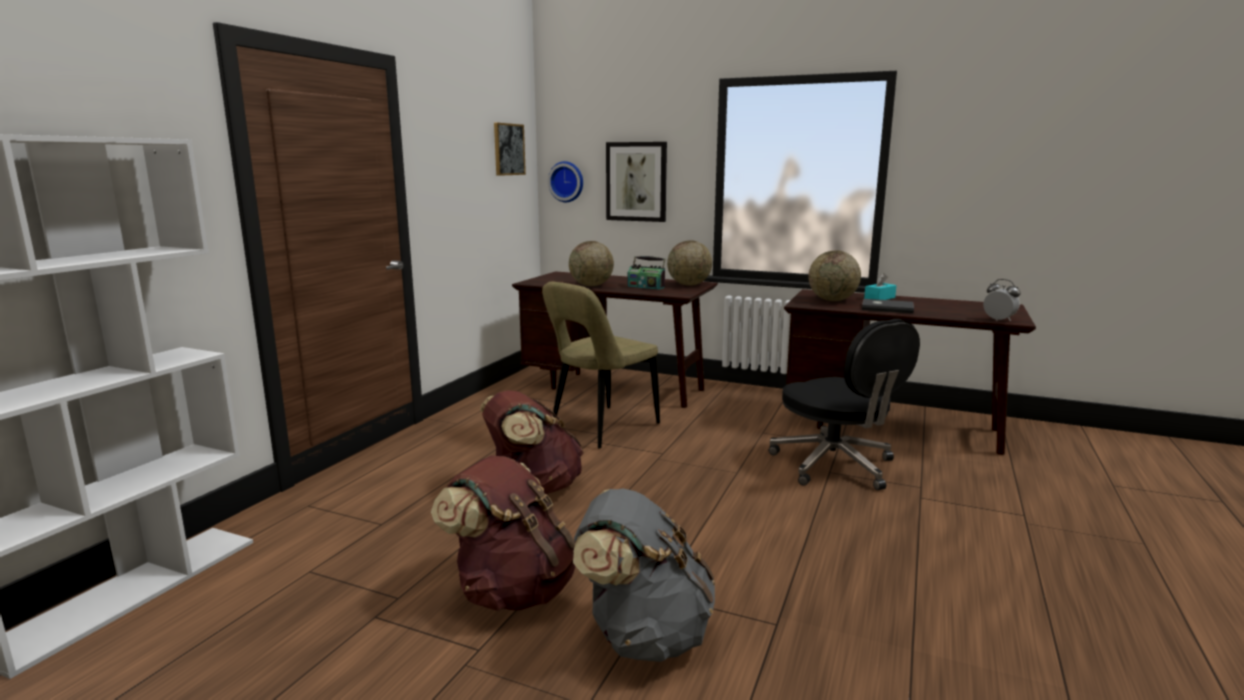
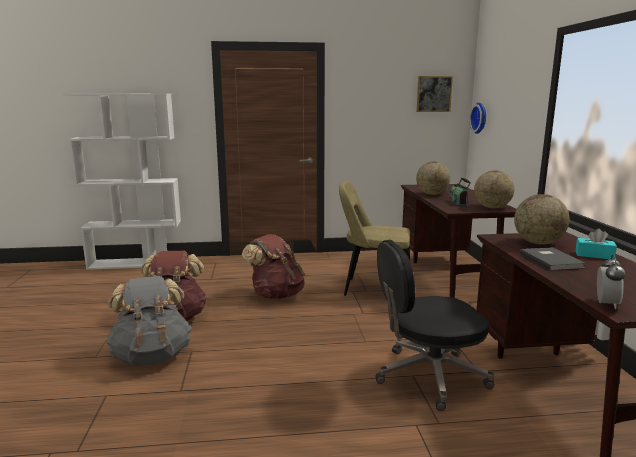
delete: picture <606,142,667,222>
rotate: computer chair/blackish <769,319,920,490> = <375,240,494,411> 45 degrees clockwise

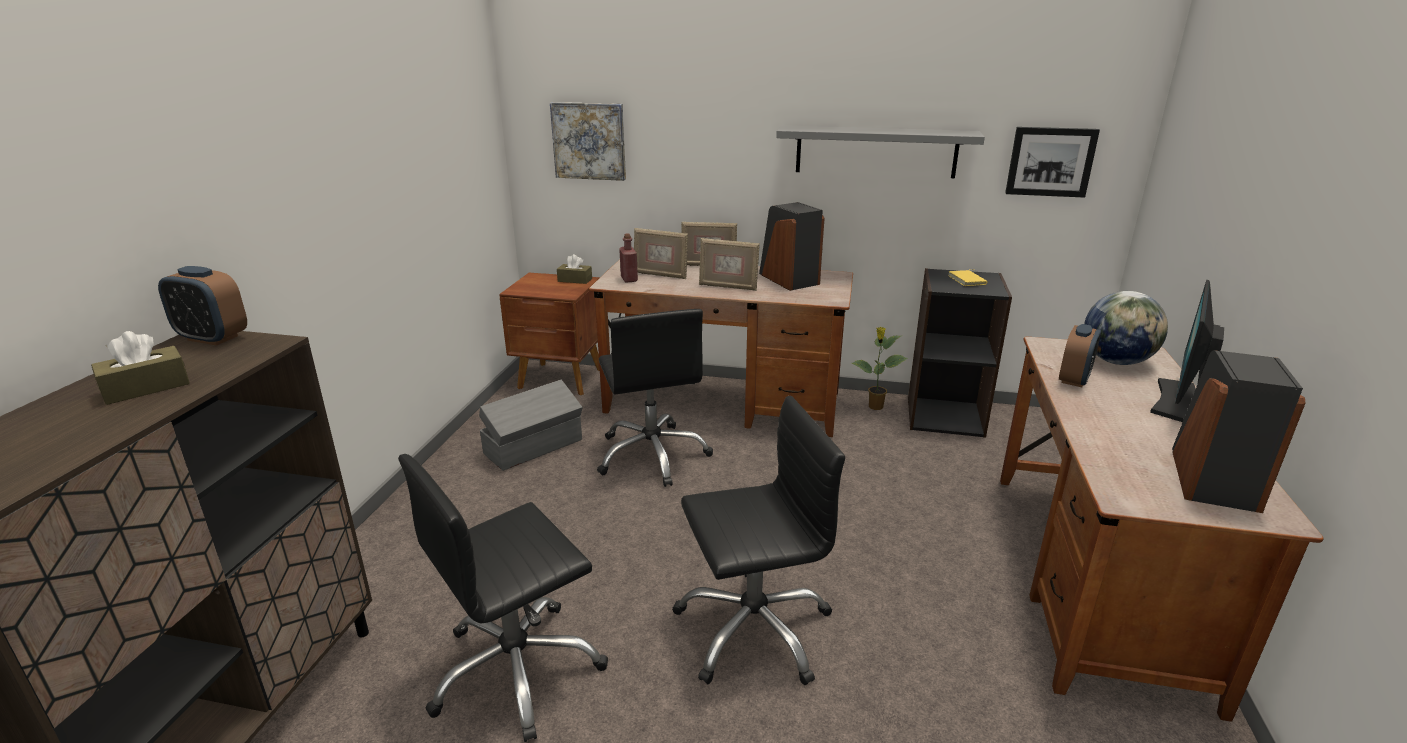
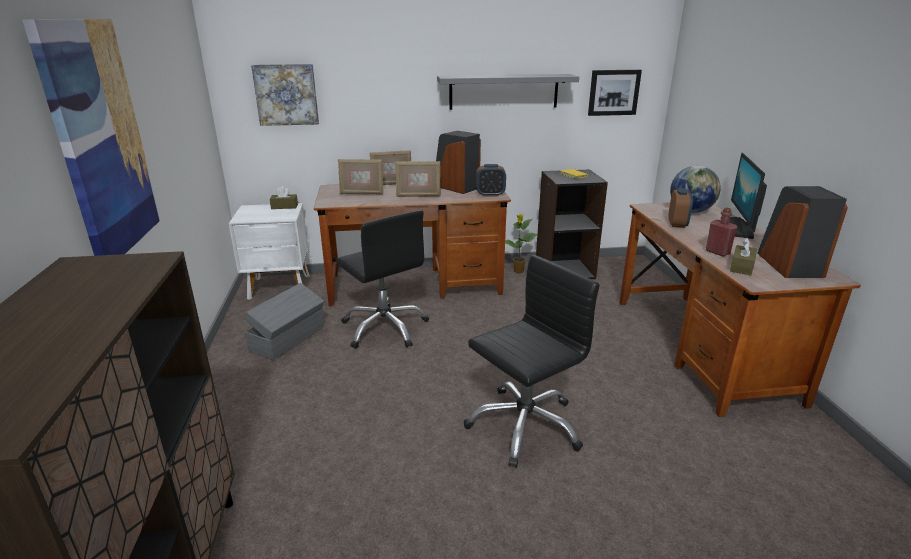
delete: computer chair/blackish <398,454,608,742>
insert: picture <22,19,160,256>
move: tissue box/brownish <91,331,190,405> to <730,238,757,275>; table clock <158,266,247,346> to <476,164,506,196>; beverage bottle/reddish <619,233,638,283> to <706,208,737,256>
recolor: night table/brownish <499,273,600,395> to night table/white-coloured <229,203,310,300>

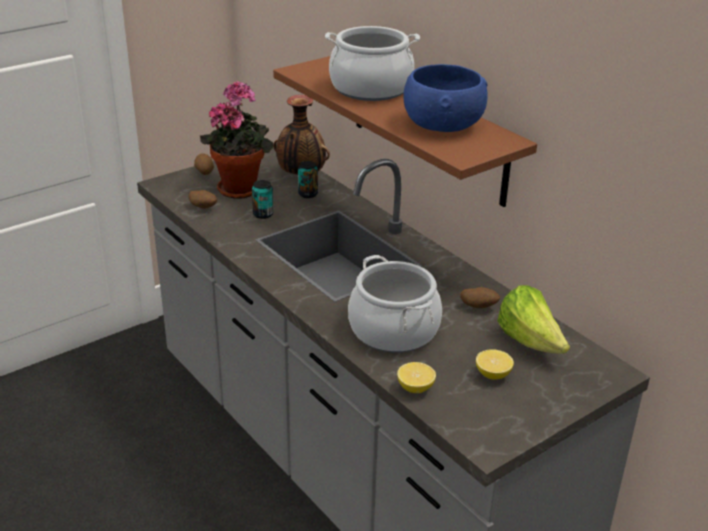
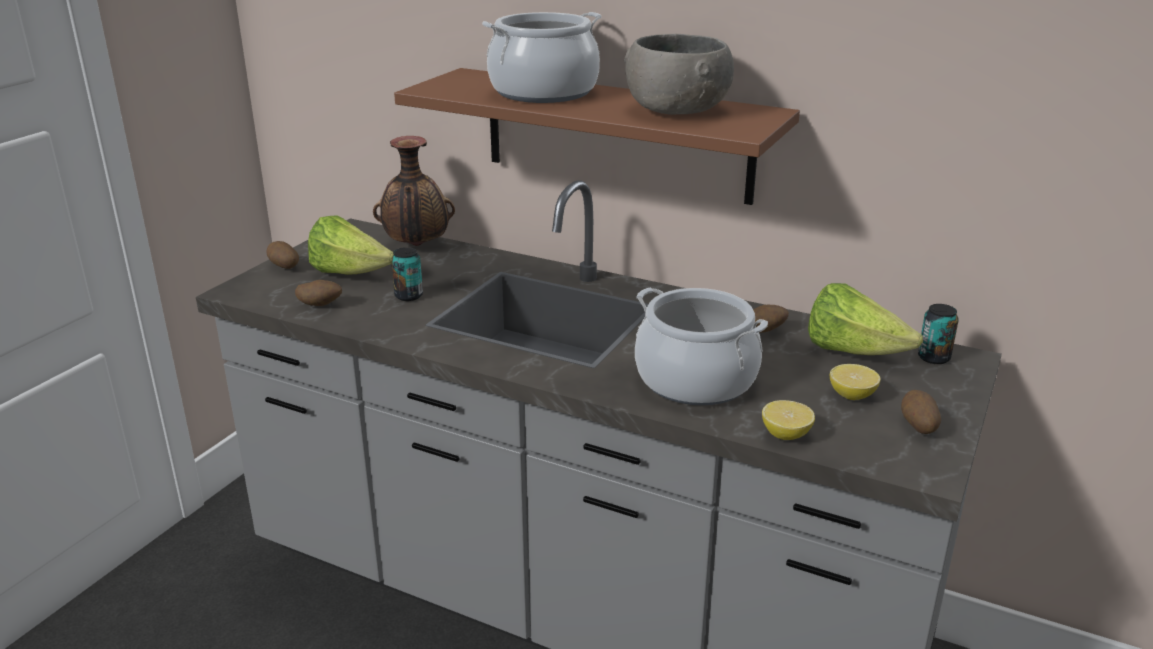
insert: spud <901,390,941,434>
move: can <298,161,318,198> to <918,304,959,364>
replace: houseplant <200,81,273,199> to lettuce <308,215,394,275>
recolor: serving bowl/bluish <403,64,488,132> to serving bowl/gray <624,34,734,115>

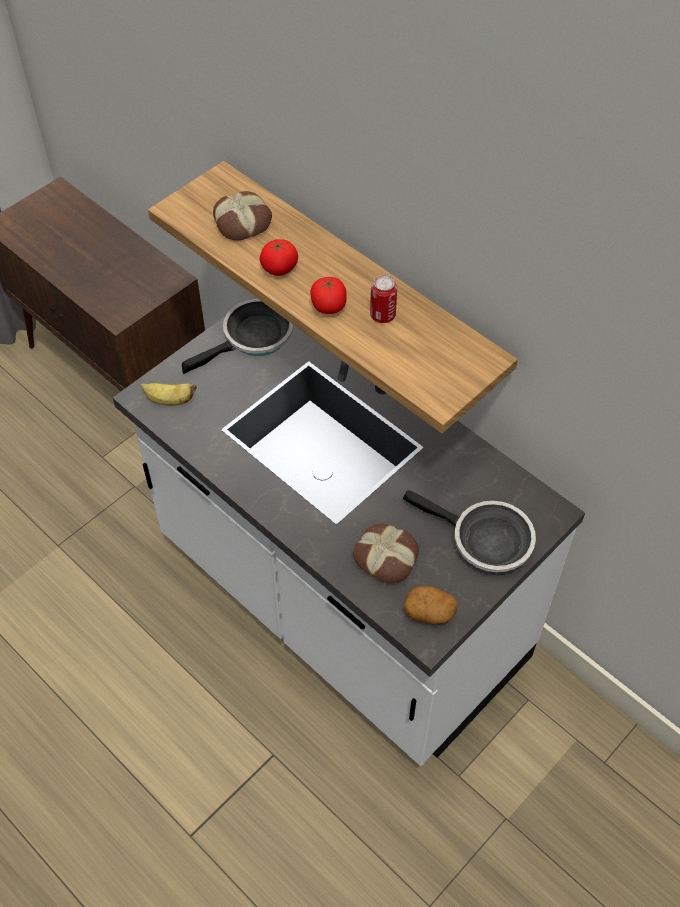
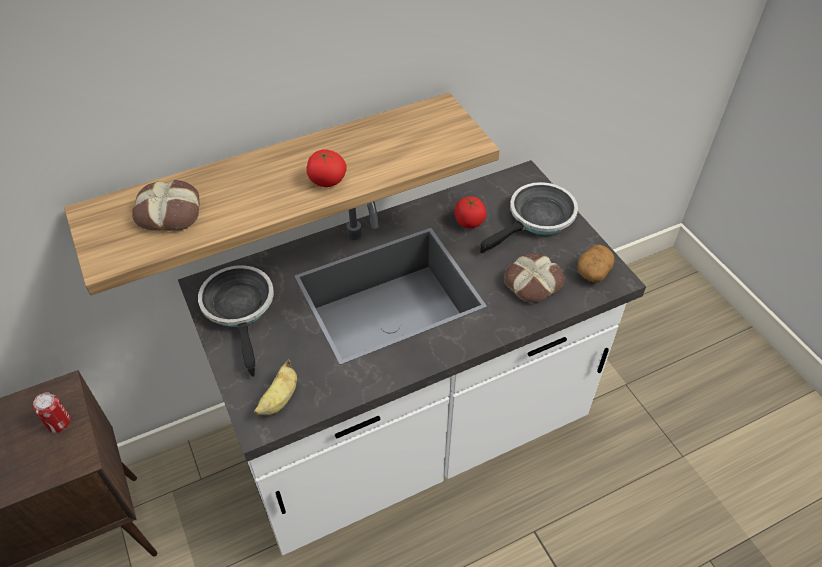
move: tomato <259,239,298,276> to <454,197,487,228>; can <370,275,397,323> to <33,393,71,433>

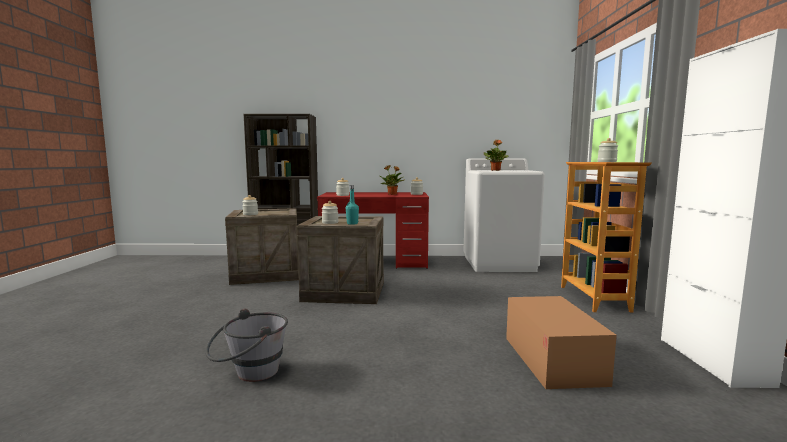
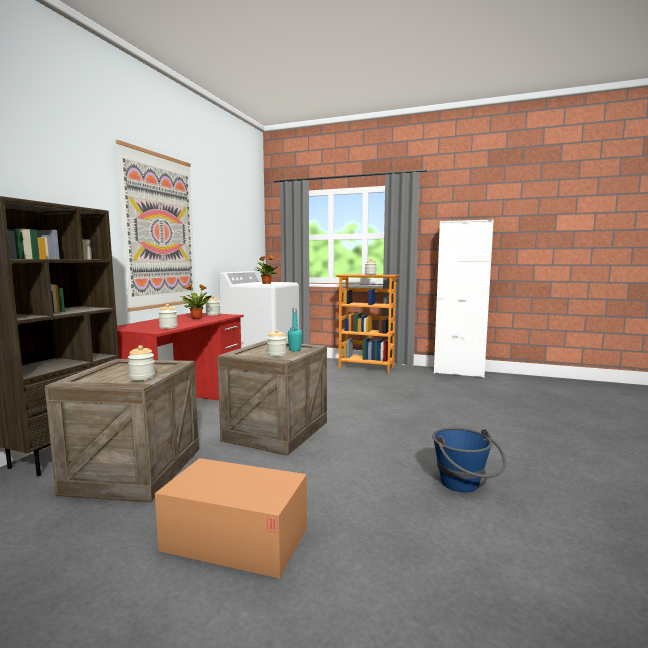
insert: picture <116,140,196,312>
move: cardboard box <506,296,617,389> to <155,458,307,579>
recolor: pail/gray <205,308,288,382> to pail/bluish <432,427,506,493>

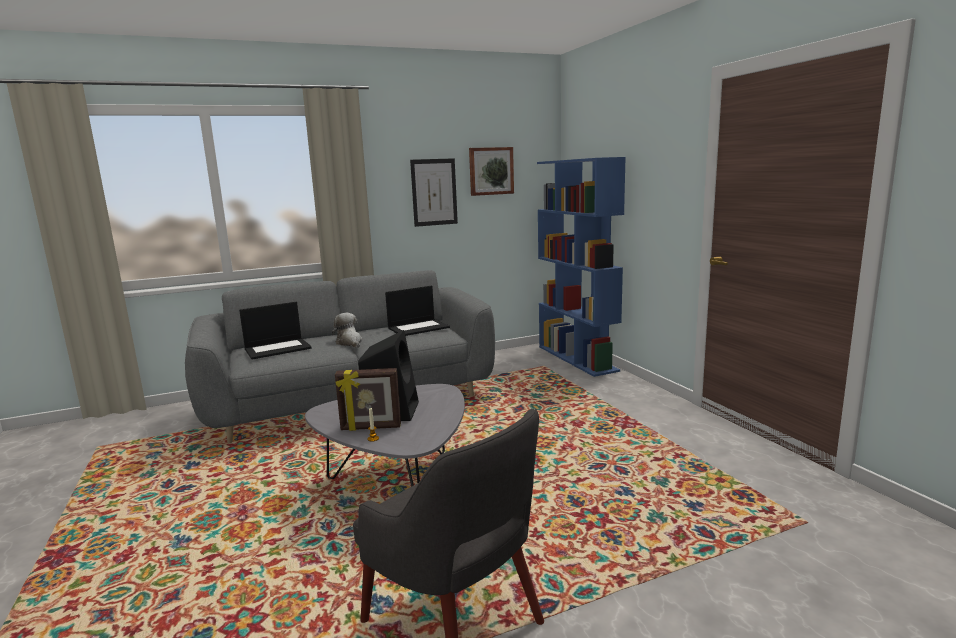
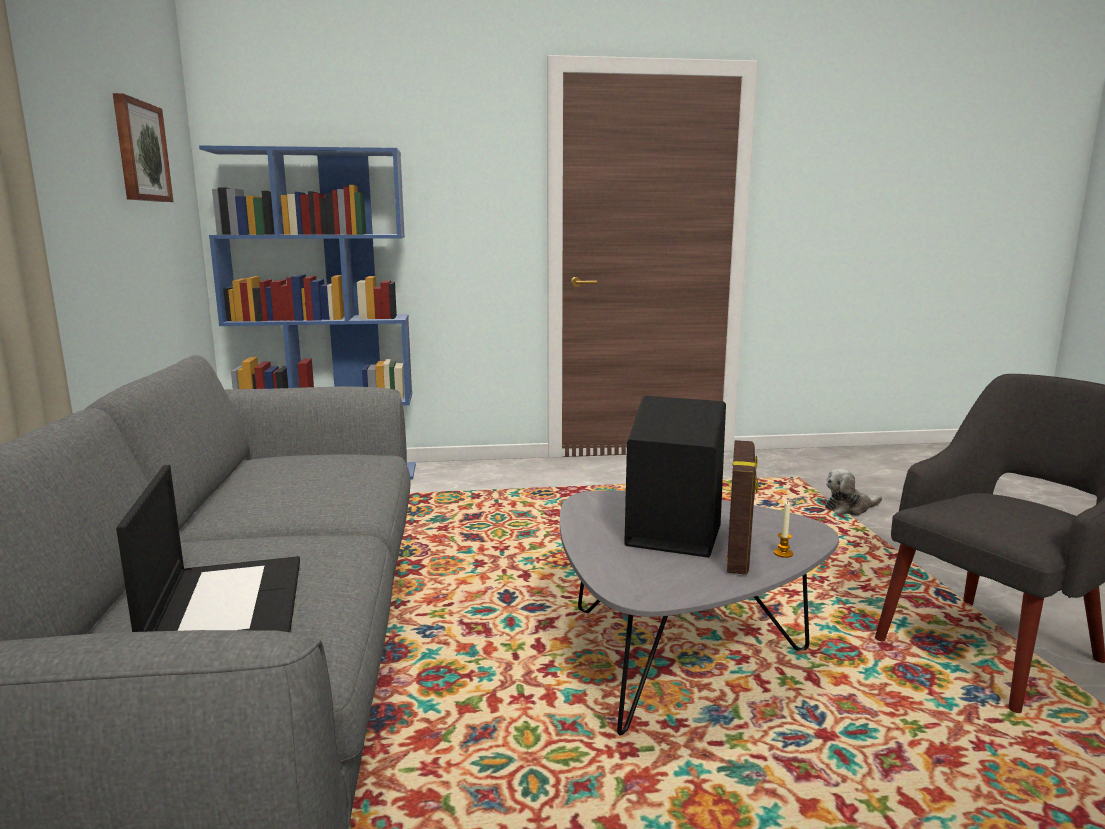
delete: laptop <385,286,450,336>; picture <410,158,458,227>
move: cuddly toy <332,313,363,348> to <825,468,882,516>

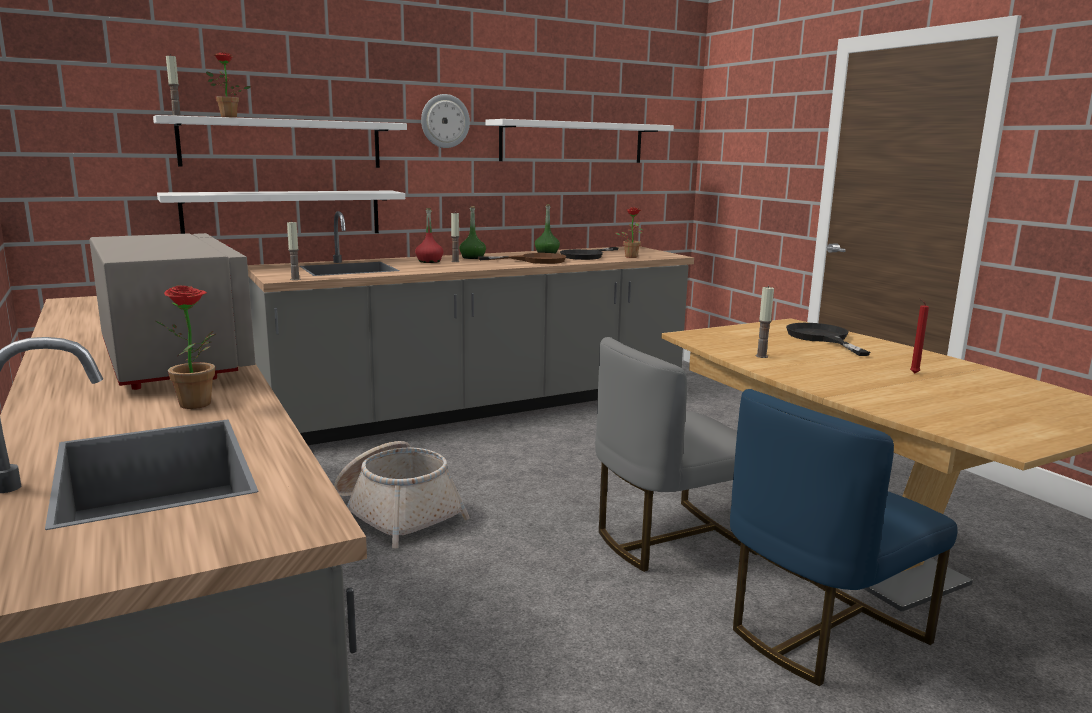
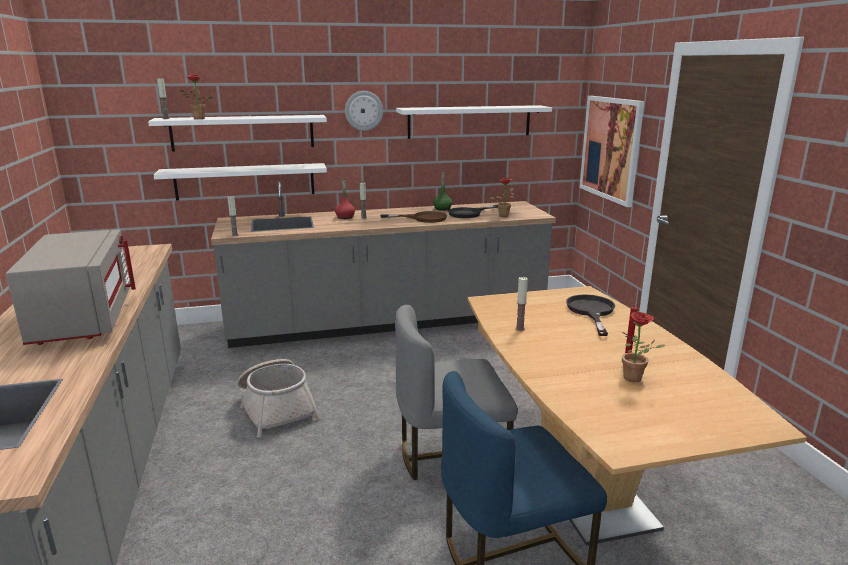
delete: beverage bottle/green <459,206,486,259>
insert: picture <579,96,645,207>
move: houseplant <156,285,215,409> to <622,312,665,382>

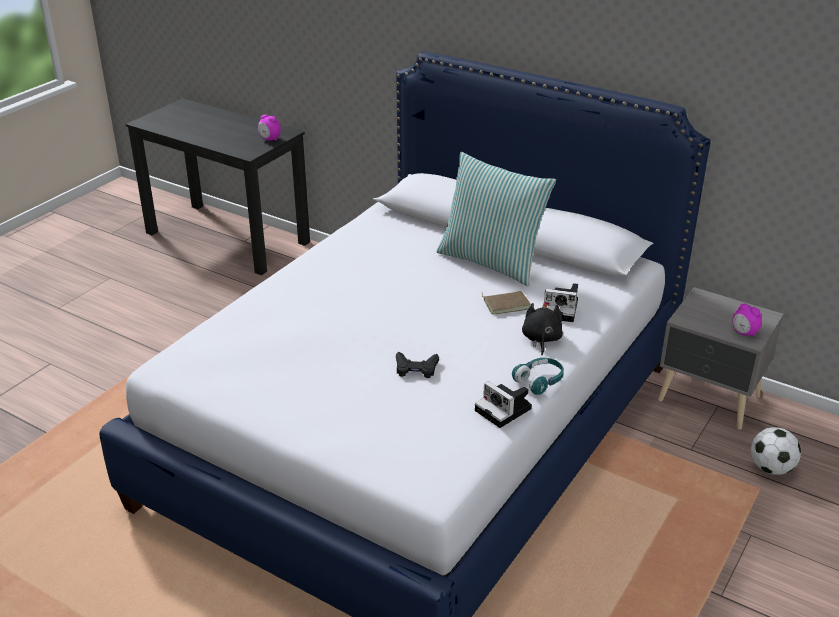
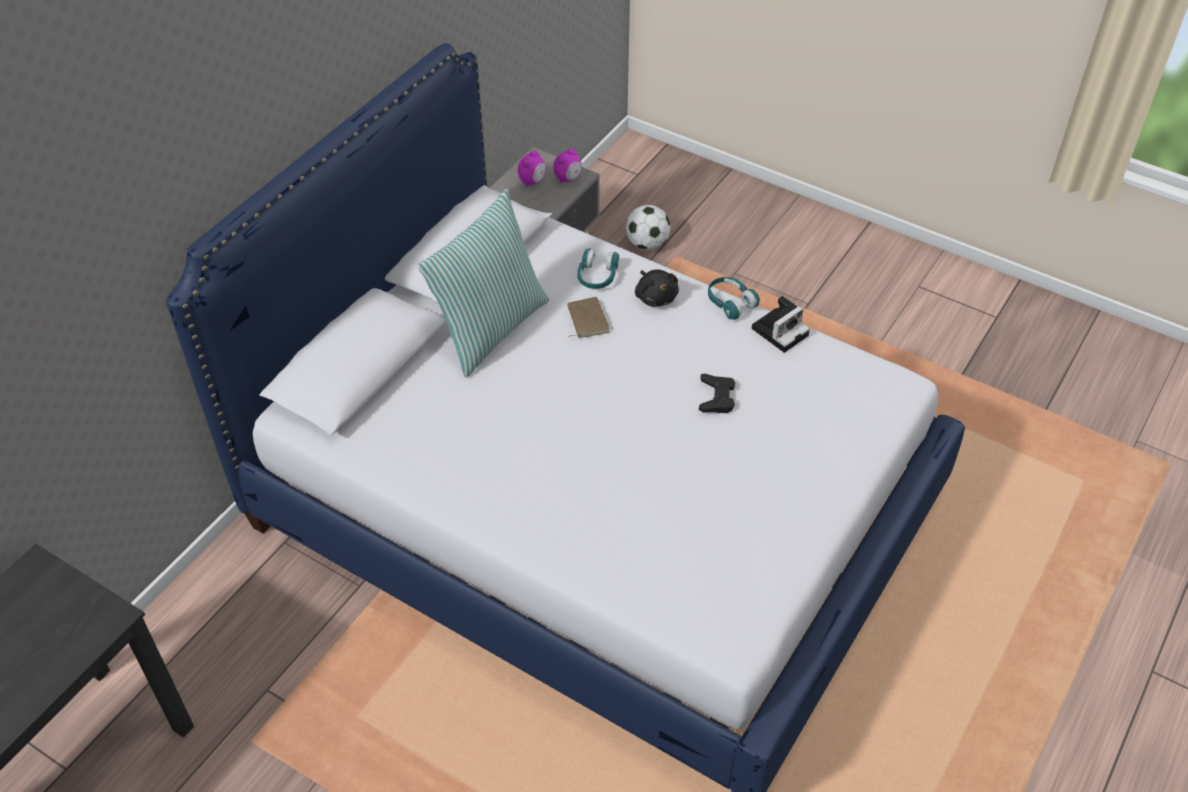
move: table clock <258,114,281,141> to <518,151,545,187>
replace: still camera <544,283,578,322> to headset/turquoise-coloured <577,248,619,289>
rotate: cuddly toy/blackish <522,301,563,355> = <635,269,679,306> 120 degrees counterclockwise

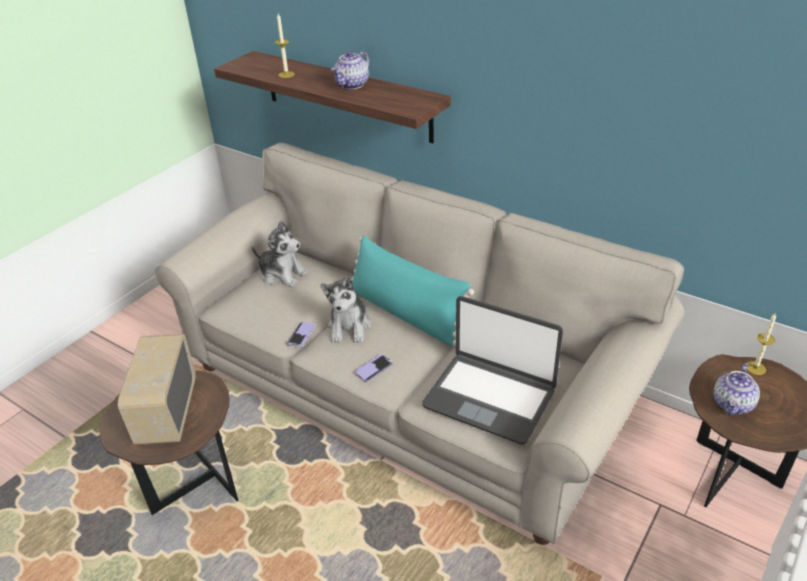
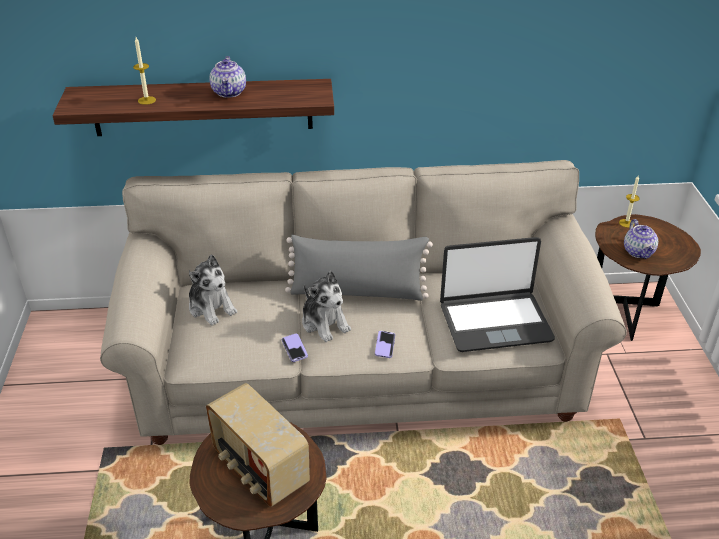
recolor: pillow/turquoise-coloured <352,235,474,346> to pillow/gray <285,235,433,301>
rotate: cuddly toy <252,221,308,287> = <189,254,237,326> 60 degrees clockwise

